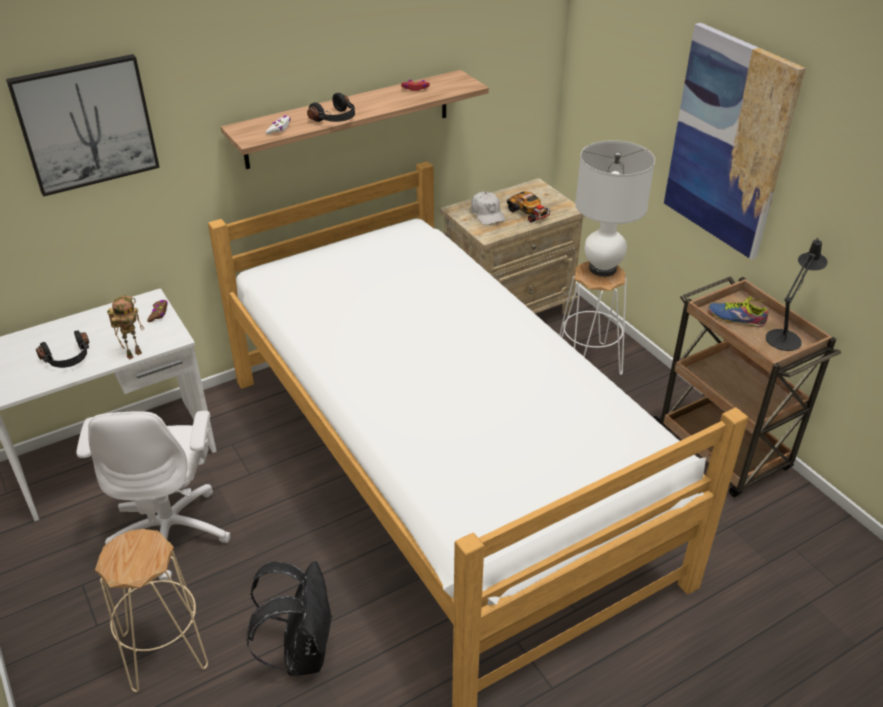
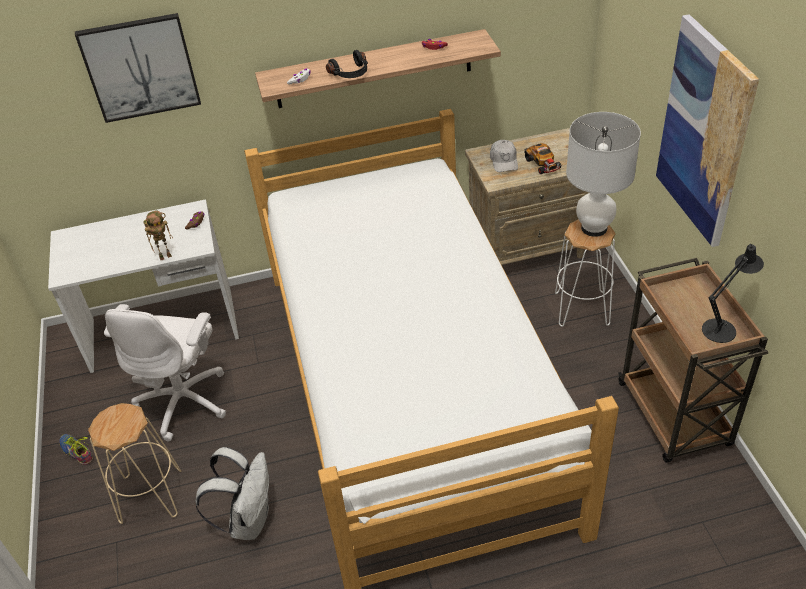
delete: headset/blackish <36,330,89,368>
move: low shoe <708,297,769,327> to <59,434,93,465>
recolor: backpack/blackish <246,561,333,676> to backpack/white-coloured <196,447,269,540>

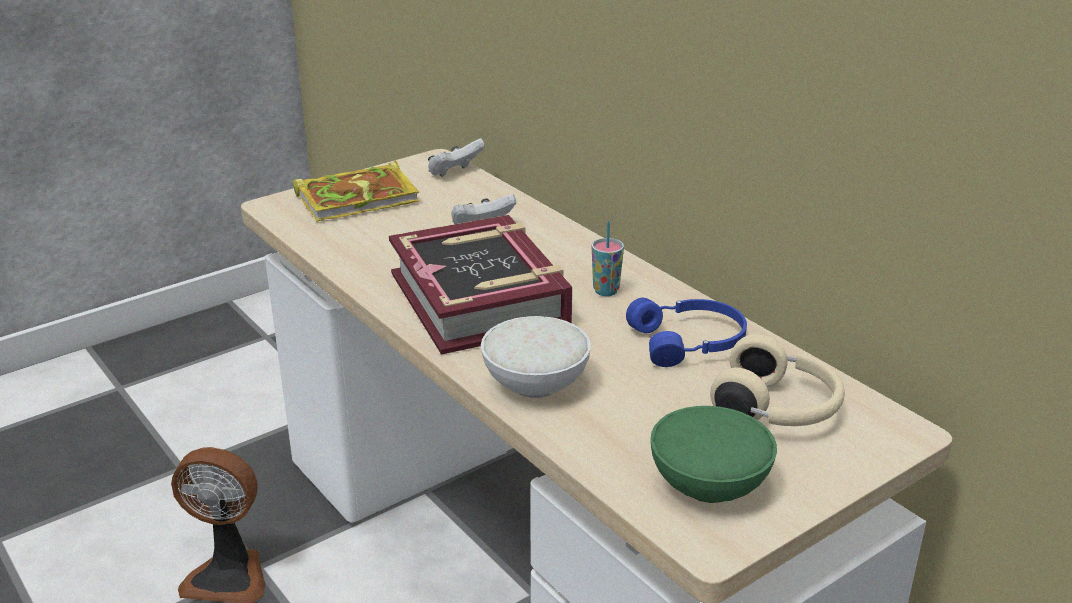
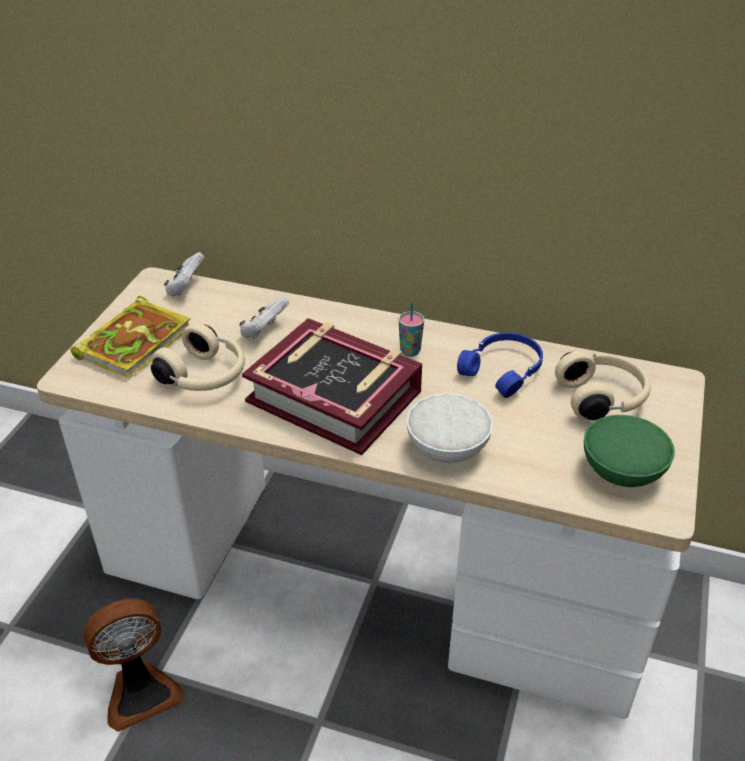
insert: headset/sand-coloured <151,323,245,391>

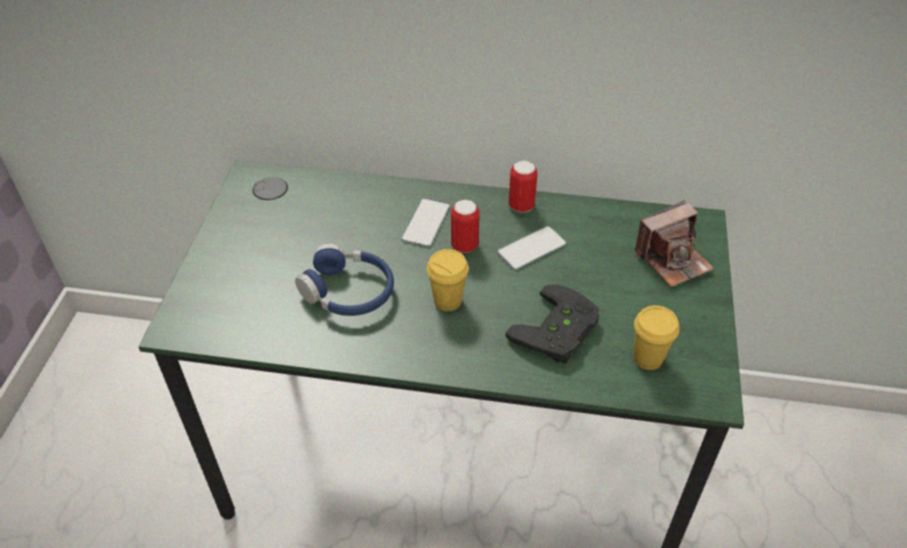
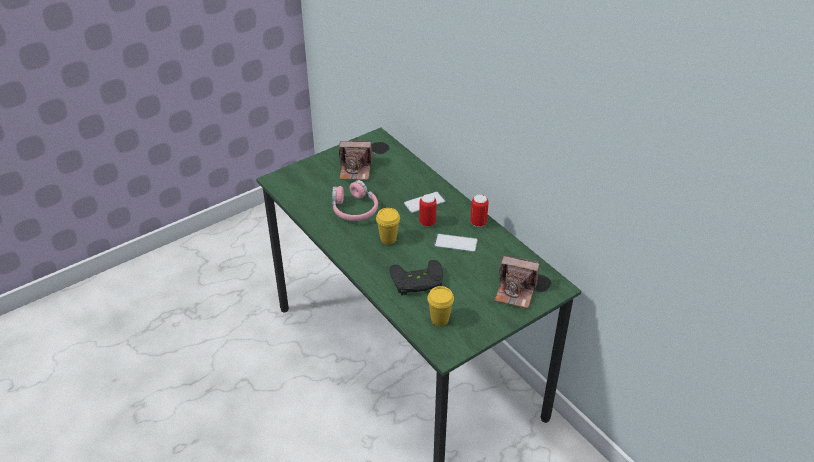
insert: still camera <339,140,372,180>
recolor: headset/bluish <295,244,394,316> to headset/pink-coloured <332,180,378,221>

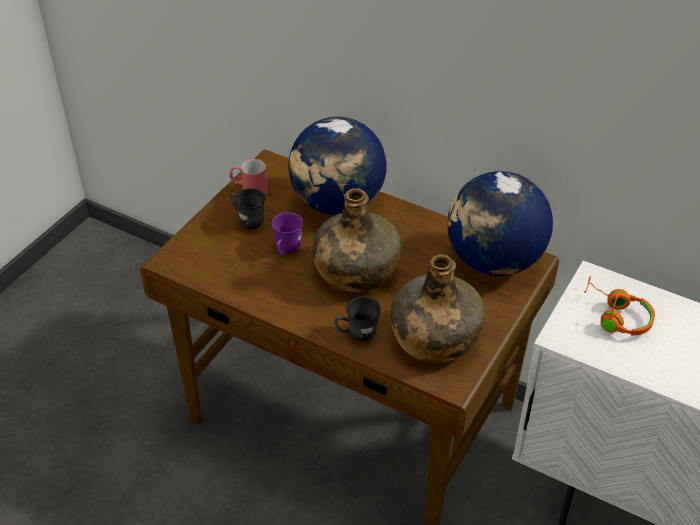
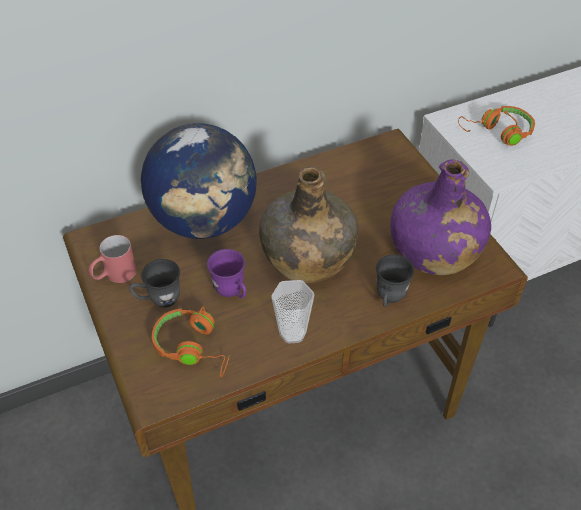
delete: globe <447,171,553,276>
insert: headset/orange-coloured <152,306,230,377>; cup <271,280,314,344>
recolor: beverage bottle/green <390,254,486,363> to beverage bottle/purple-coloured <390,159,491,275>

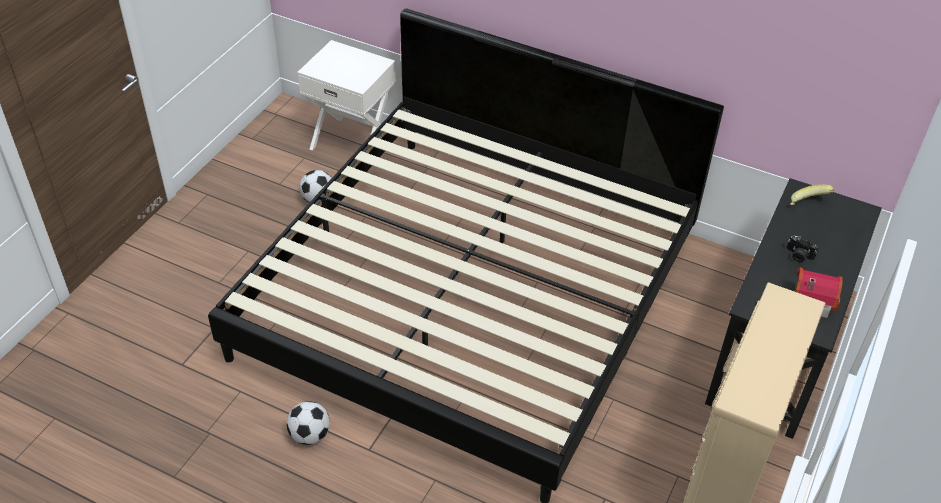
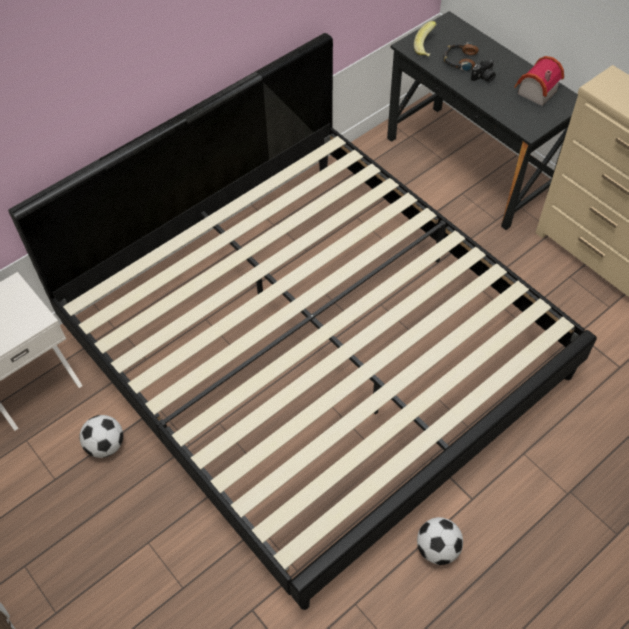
insert: headset <443,42,479,71>

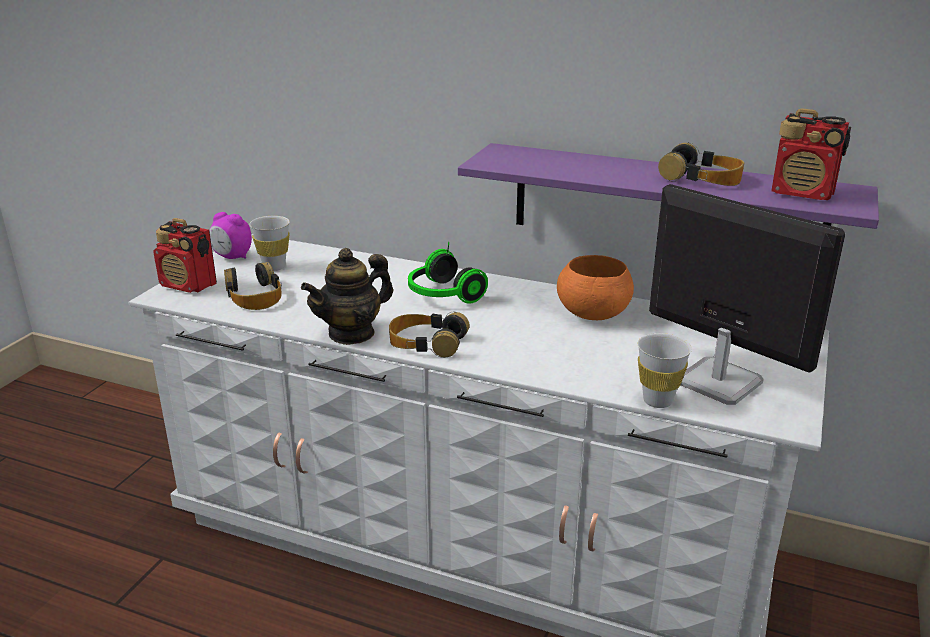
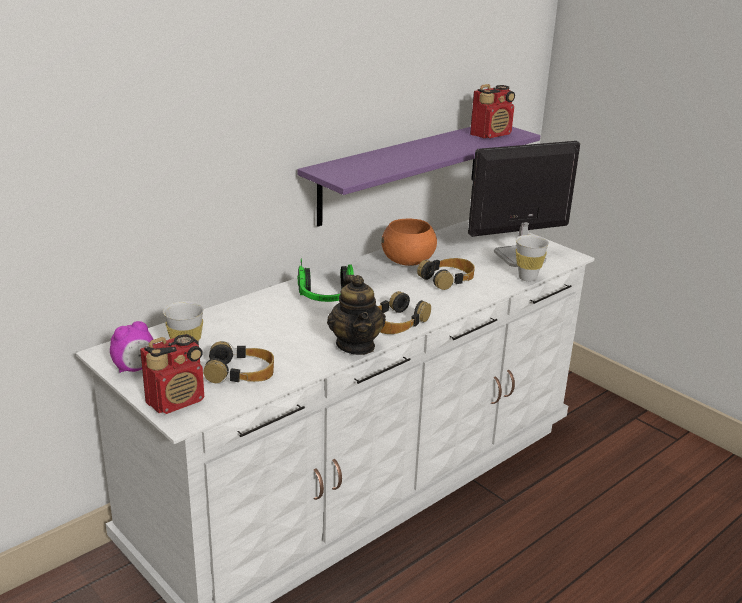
move: headset <658,142,744,186> to <417,258,475,290>

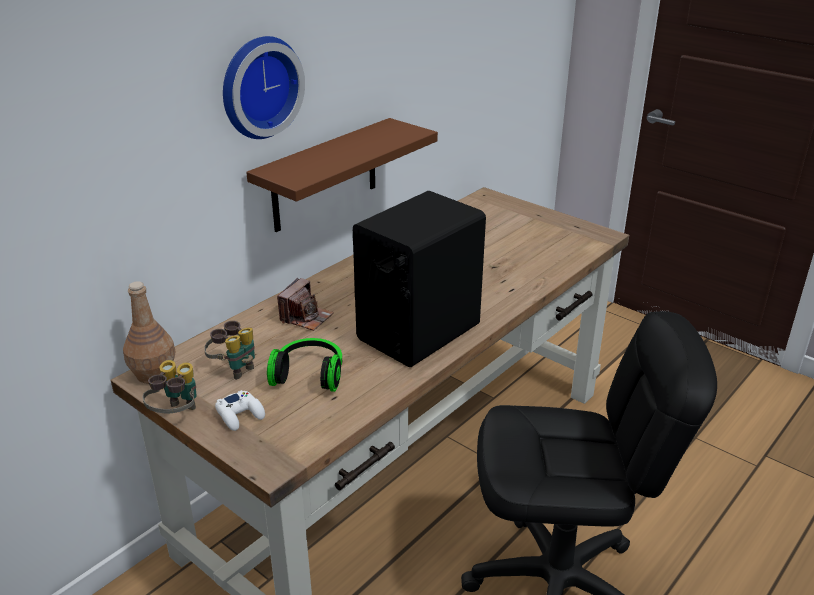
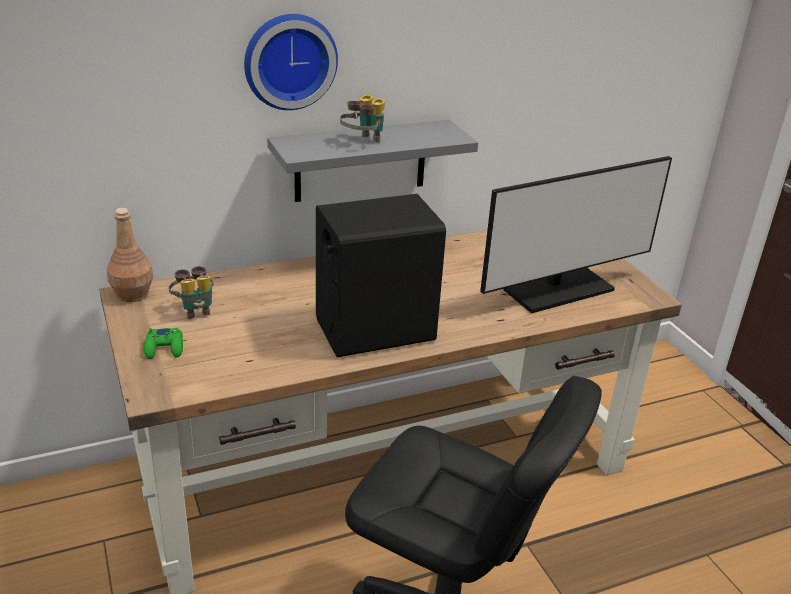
delete: headset <267,338,342,392>; still camera <277,278,334,331>
insert: monitor <480,156,672,313>
move: field glasses <143,360,197,414> to <340,95,385,143>
recolor: game controller/white-coloured <215,390,265,431> to game controller/green <144,328,183,359>; bracket shelf/brownish <246,118,438,232> to bracket shelf/gray <267,120,478,202>

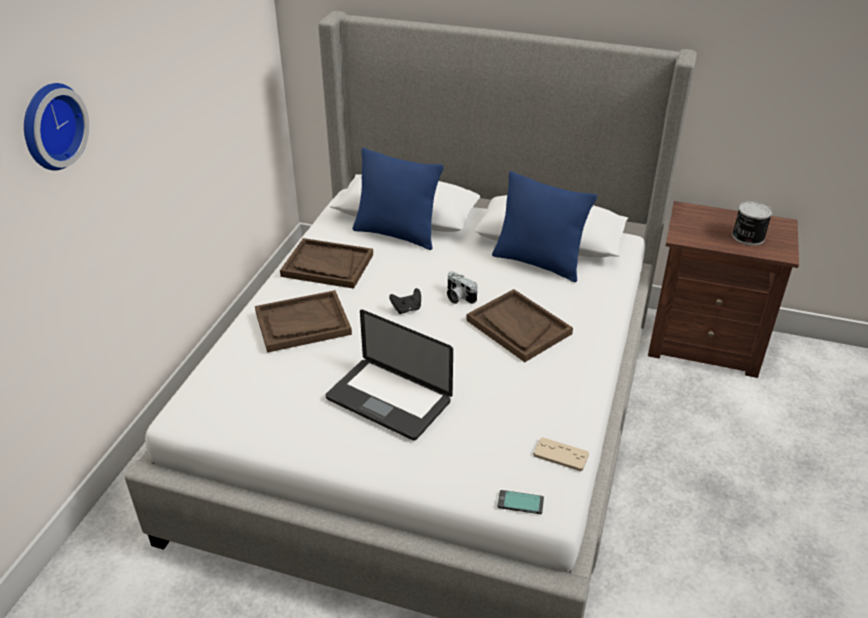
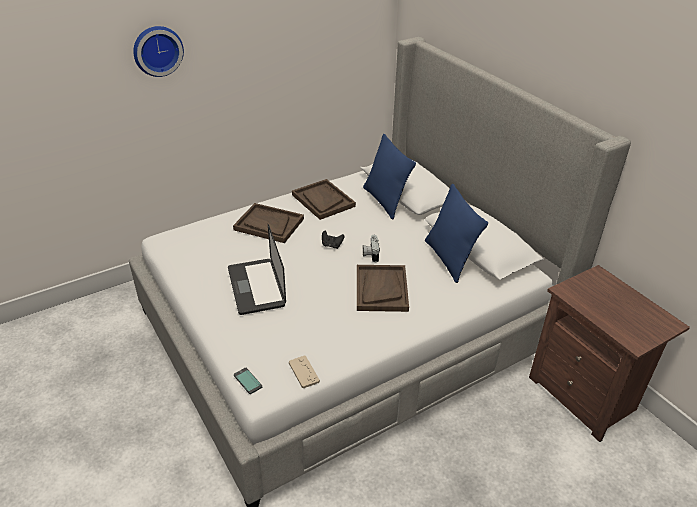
delete: can <732,201,773,245>

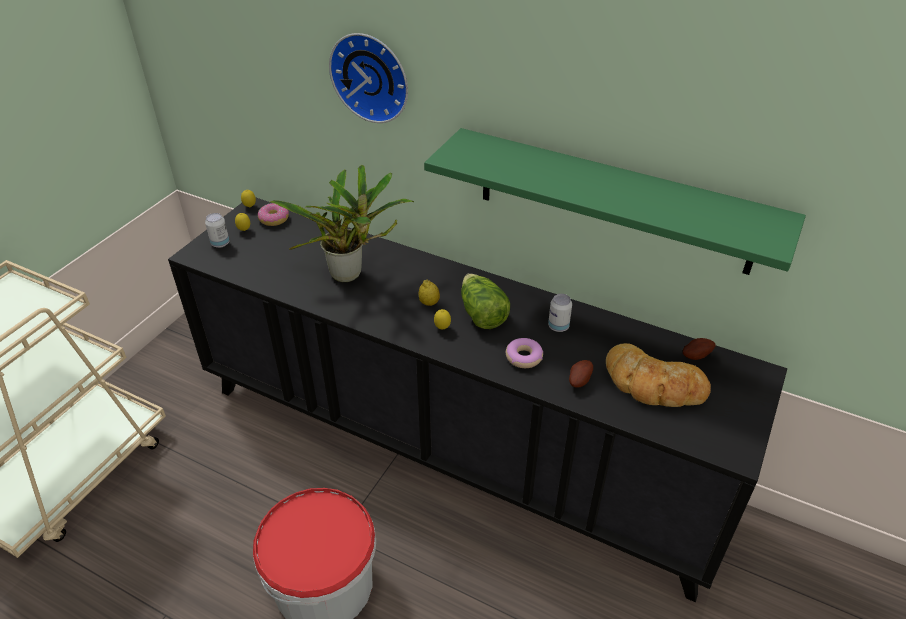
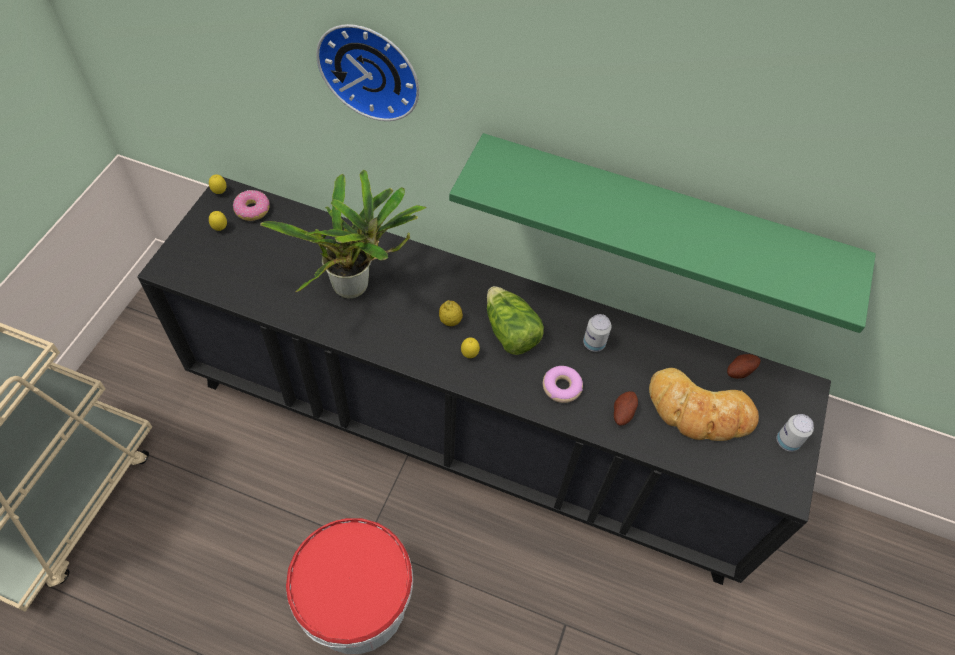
move: can <205,213,230,248> to <777,414,814,452>

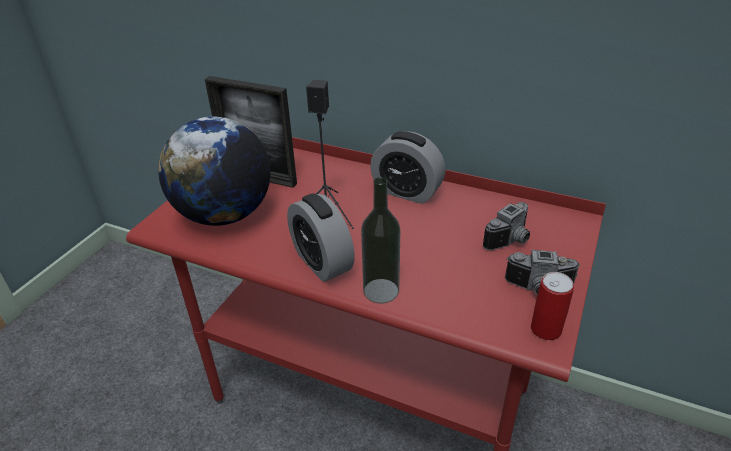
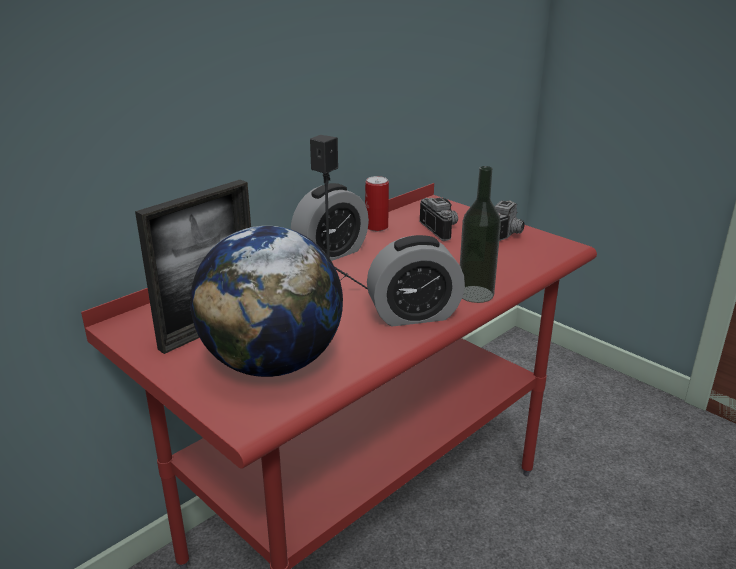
move: can <531,272,574,340> to <365,176,389,231>

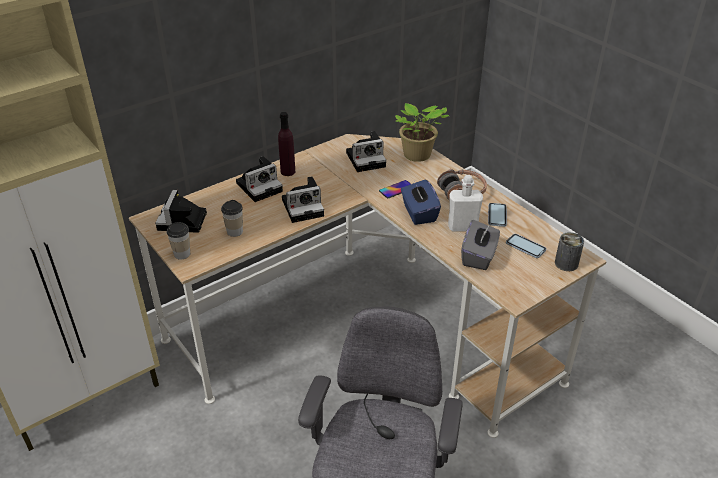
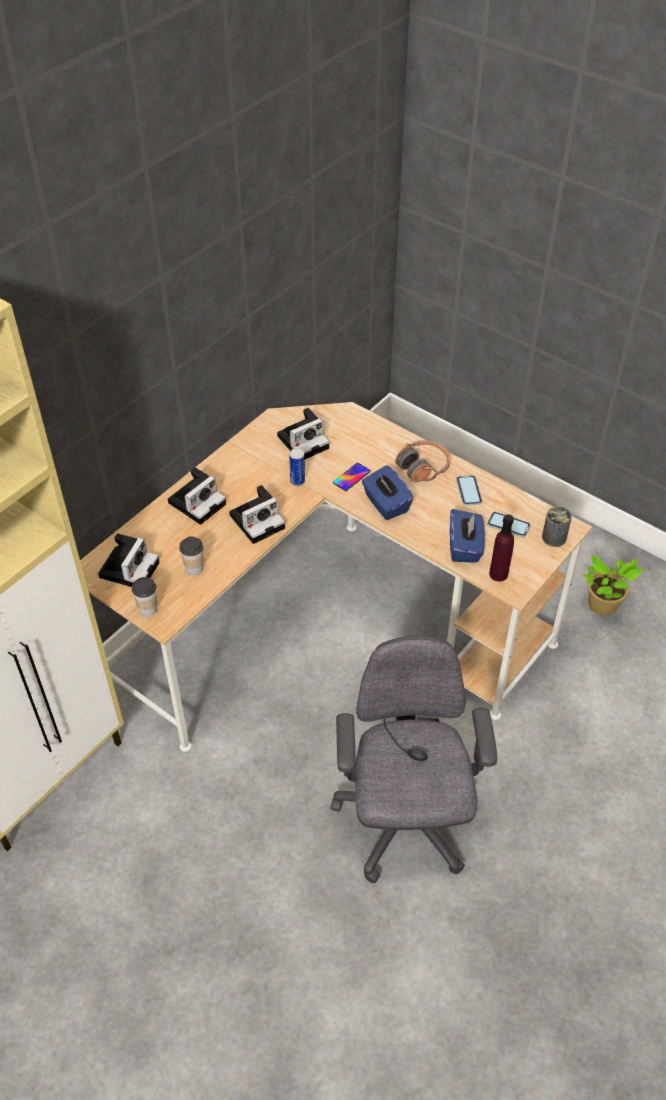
delete: beverage bottle/white-coloured <448,175,483,232>
insert: can <289,448,305,486>
move: beverage bottle/purple-coloured <278,112,295,176> to <489,514,514,582>; houseplant <395,103,449,162> to <583,556,644,615>
recolor: tissue box/gray <461,220,500,270> to tissue box/bluish <450,509,485,563>
rotate: still camera <155,190,207,233> = <98,533,159,587> 150 degrees counterclockwise

